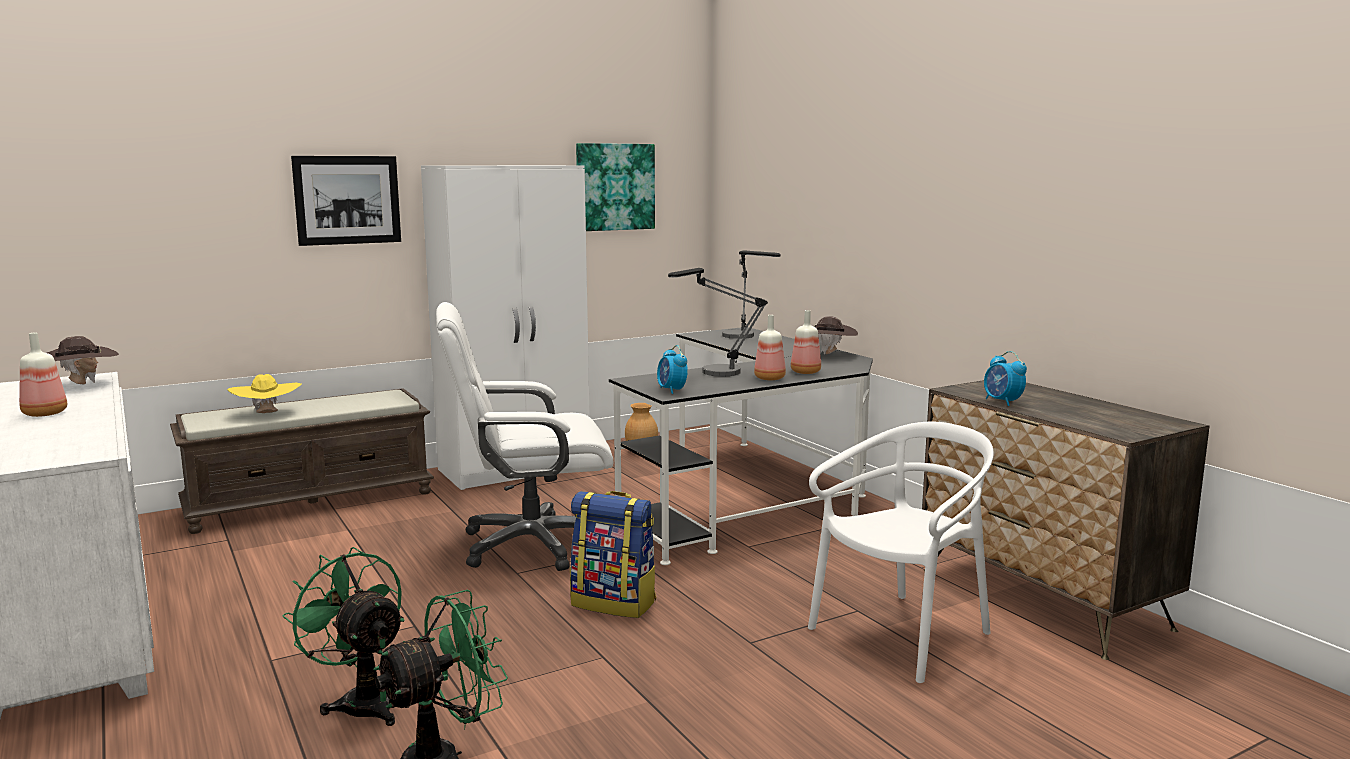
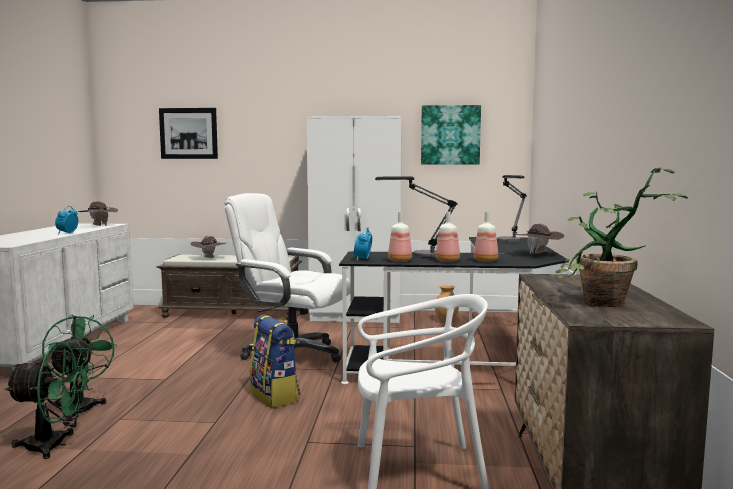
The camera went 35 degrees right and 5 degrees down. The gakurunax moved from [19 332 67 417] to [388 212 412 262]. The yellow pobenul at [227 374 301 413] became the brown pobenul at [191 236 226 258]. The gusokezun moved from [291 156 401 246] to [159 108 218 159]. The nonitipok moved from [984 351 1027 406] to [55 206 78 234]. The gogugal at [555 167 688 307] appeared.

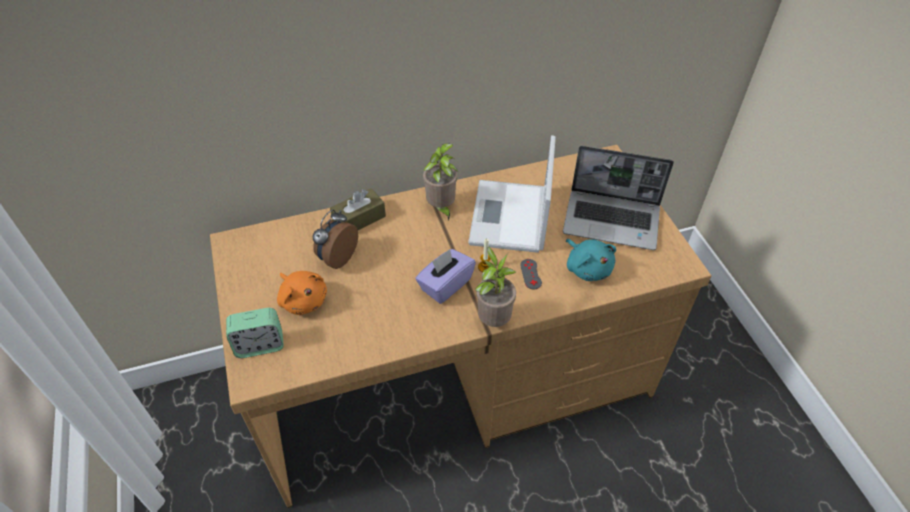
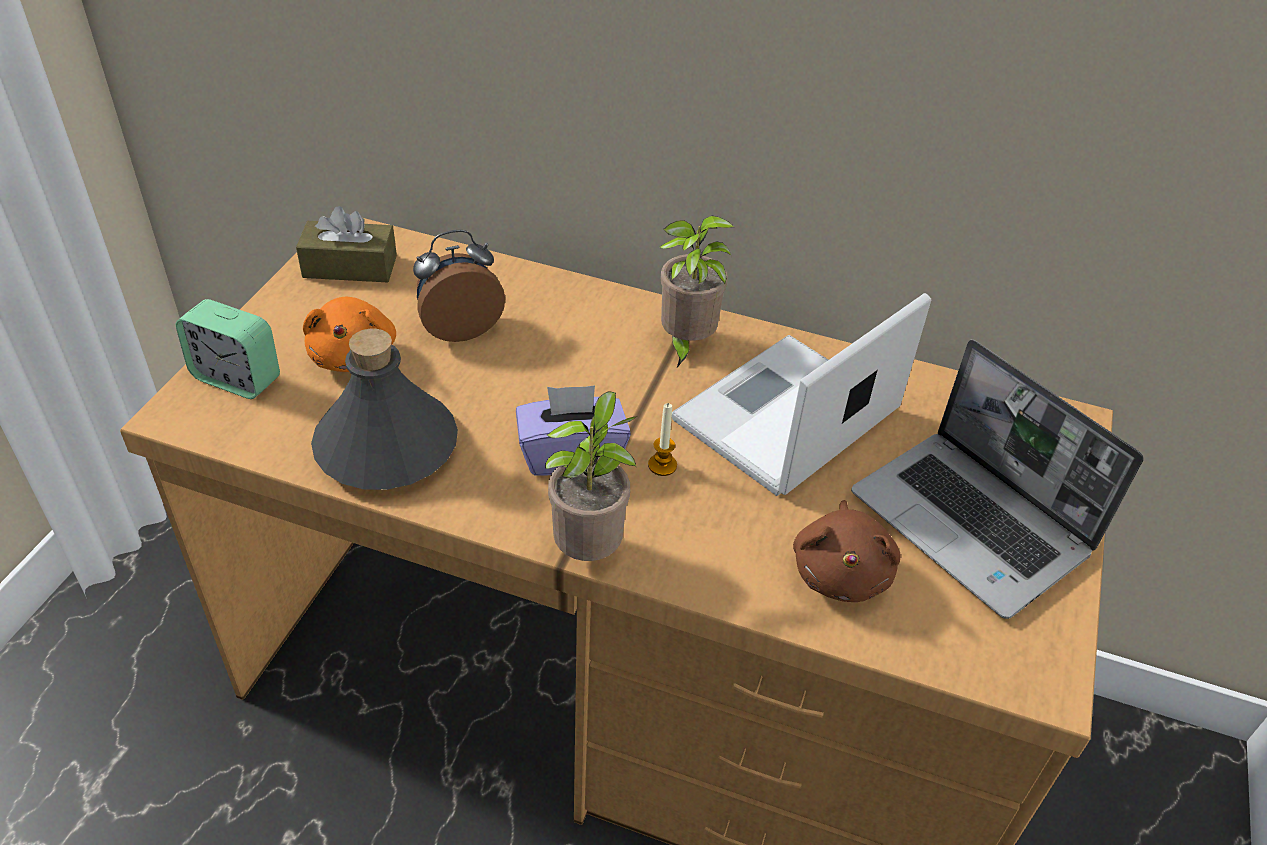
The camera went 35 degrees right and 5 degrees down. The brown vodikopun moved from [330 188 386 230] to [296 206 397 283]. The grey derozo at [520 259 542 289] disappeared. The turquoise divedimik at [566 239 616 281] became the brown divedimik at [793 500 901 602]. The grey gakurunax at [311 329 458 490] appeared.

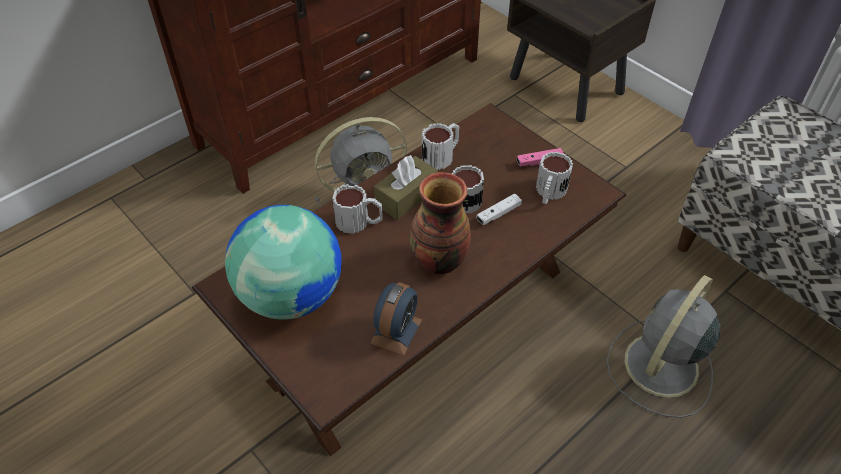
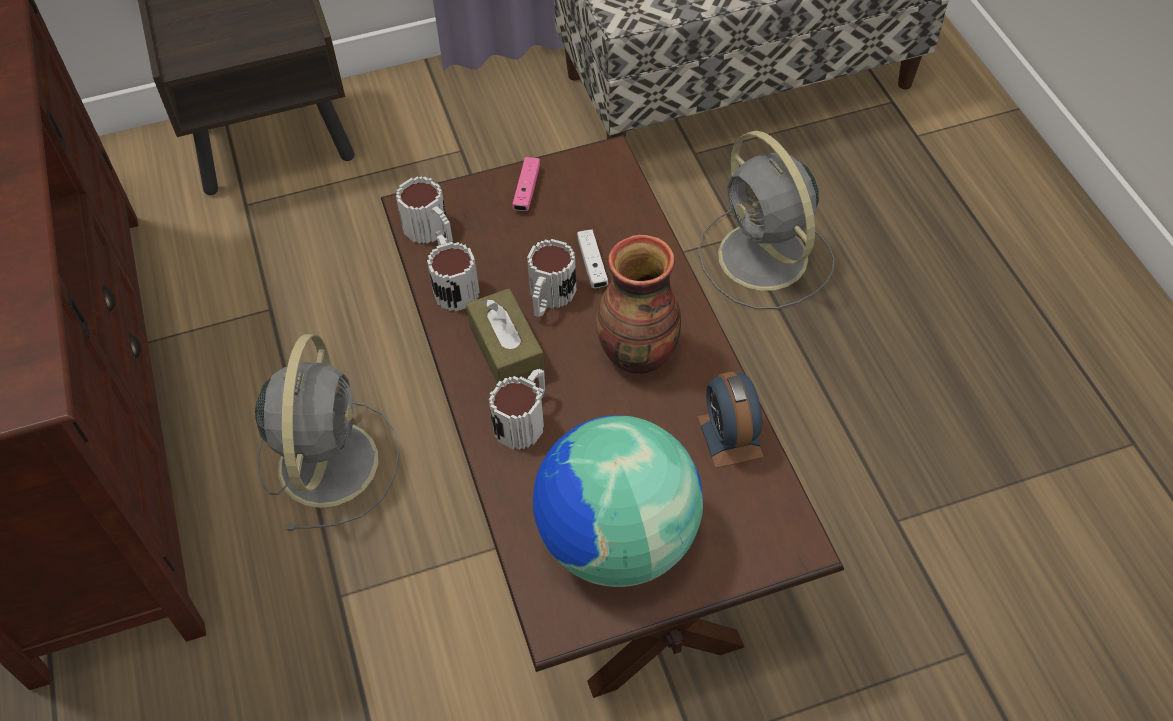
The camera went 65 degrees left and 5 degrees up. The nonitipok at [370 282 422 356] turned 150 degrees counterclockwise. The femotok moved from [536 151 573 204] to [396 176 453 244].

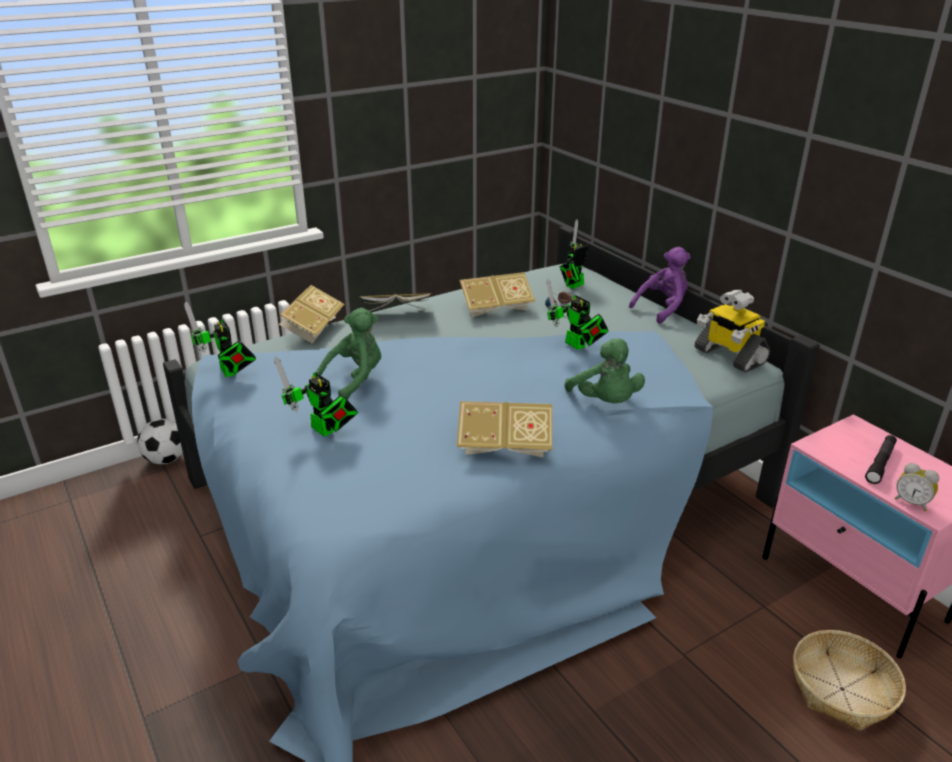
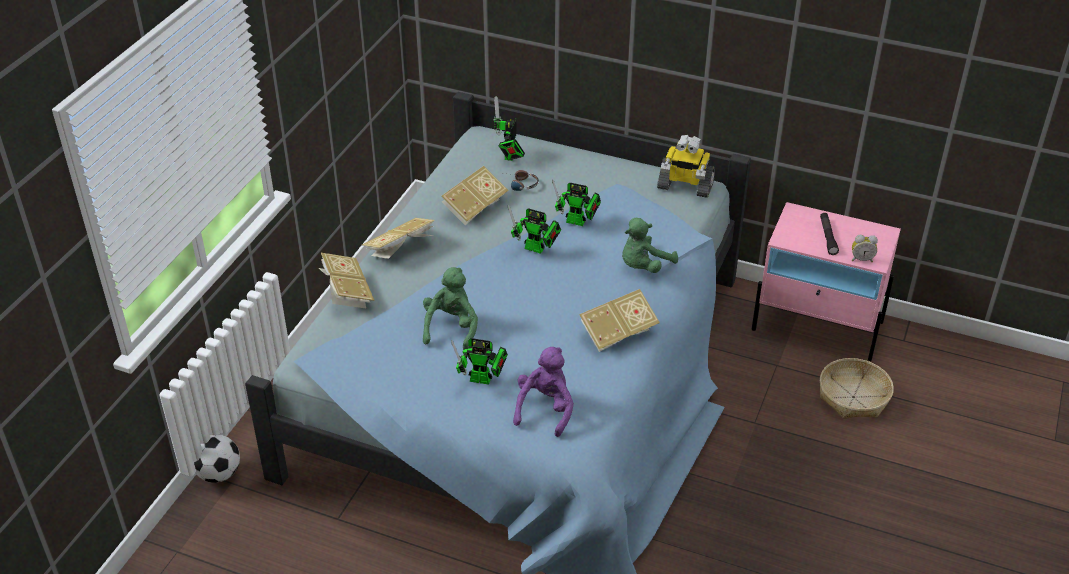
The camera went 35 degrees left and 10 degrees up. The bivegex moved from [184 301 256 377] to [508 205 561 254]. The green divedimik at [564 338 645 403] turned 105 degrees clockwise. The purple divedimik moved from [629 247 691 324] to [513 347 574 437].

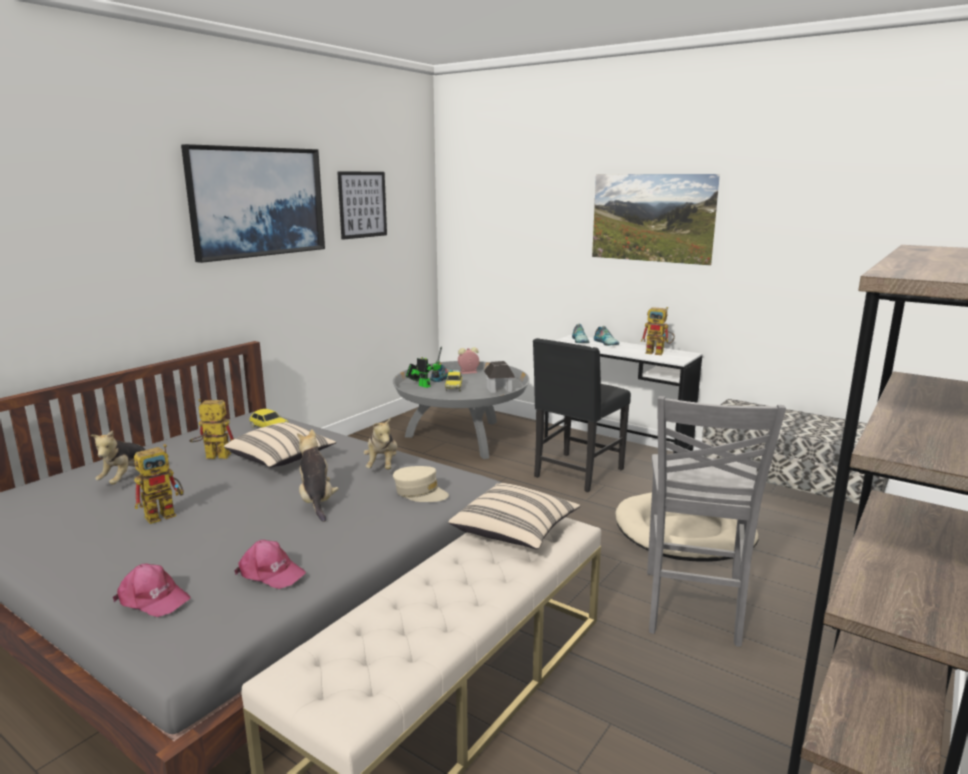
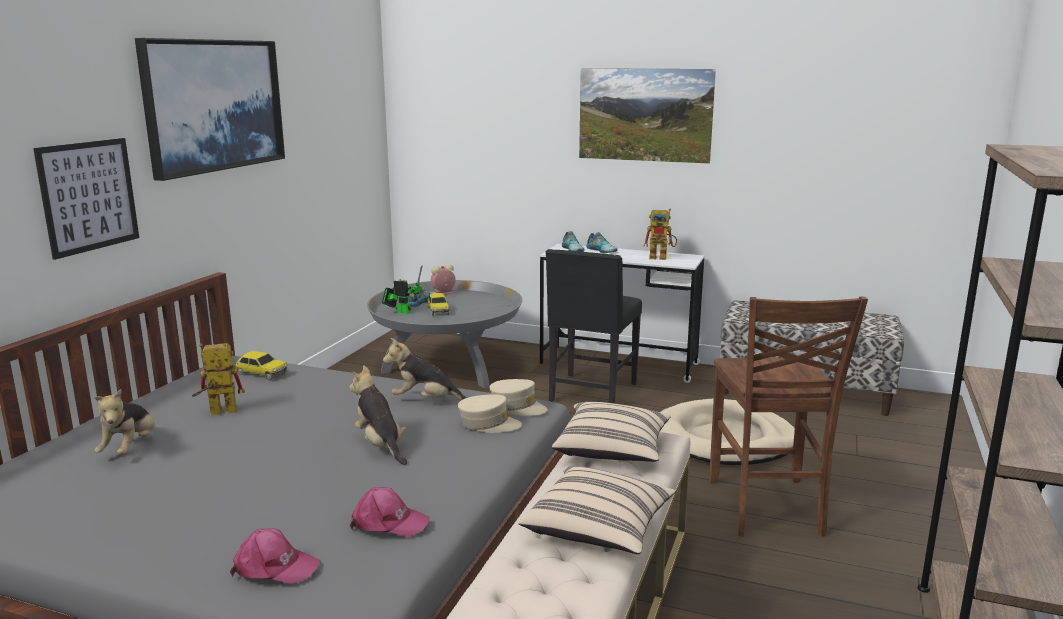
The camera went 15 degrees left and 0 degrees up. The bivegex at [134 444 184 524] disappeared. The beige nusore moved from [224 422 336 468] to [518 466 675 554]. The gusokezun moved from [337 171 387 240] to [33 138 139 260]. The divedimik at [364 418 397 469] turned 120 degrees clockwise. The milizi at [484 361 516 393] disappeared. The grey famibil at [647 396 786 647] became the brown famibil at [709 296 868 537]. The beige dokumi at [490 379 548 416] appeared.

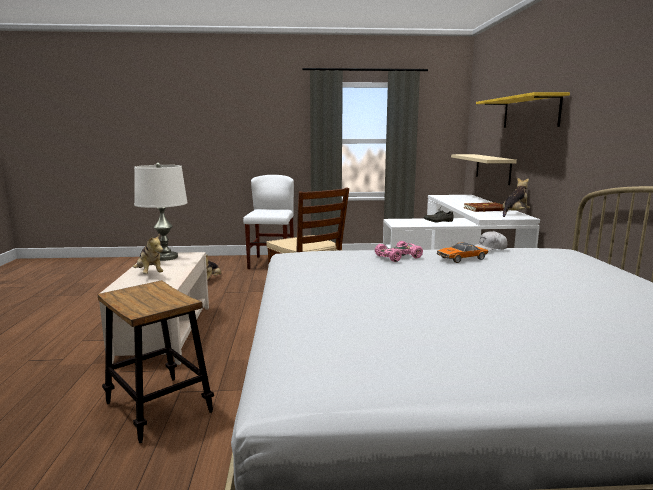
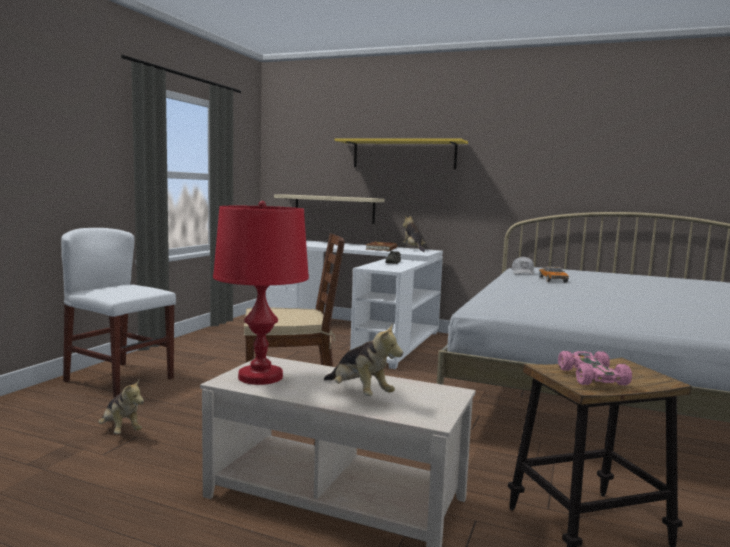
The camera went 65 degrees left and 5 degrees down. The divedimik at [133 234 163 274] turned 60 degrees clockwise. The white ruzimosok at [134 163 188 261] became the red ruzimosok at [213 201 309 385]. The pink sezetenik moved from [375 241 423 262] to [558 351 632 385].

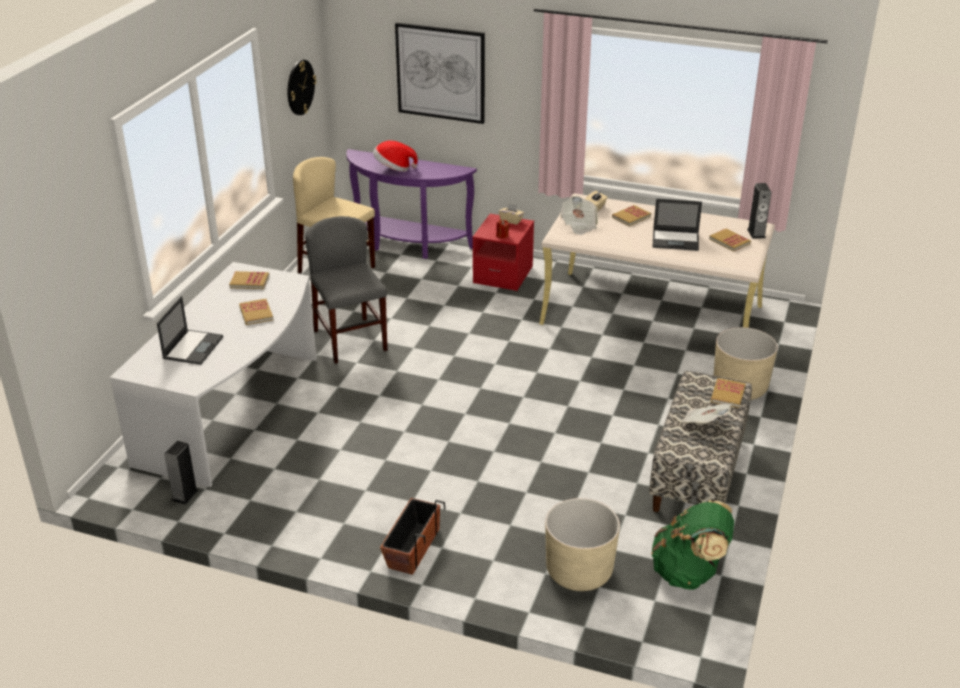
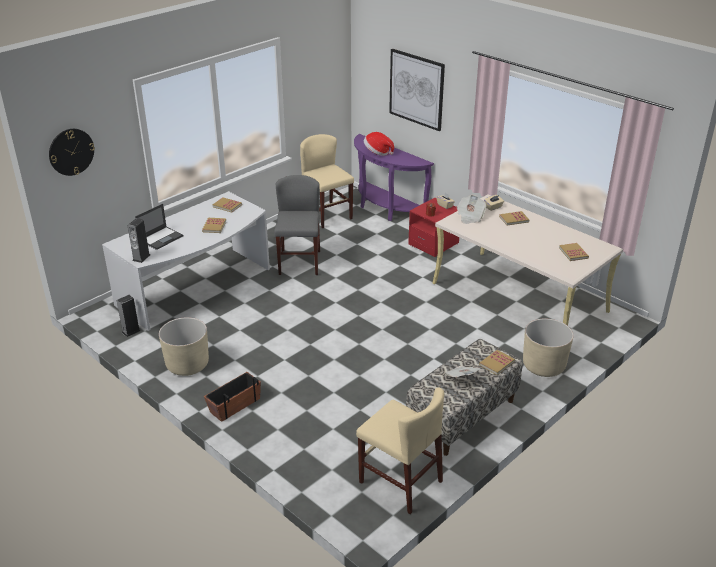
The camera went 25 degrees right and 0 degrees up. The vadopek moved from [288 60 316 115] to [49 129 95 176]. The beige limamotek moved from [545 498 620 591] to [159 317 209 376]. The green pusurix at [651 500 734 590] was replaced by the beige famibil at [356 388 444 514]. The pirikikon at [653 199 702 251] disappeared. The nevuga moved from [747 183 772 239] to [127 218 150 263].

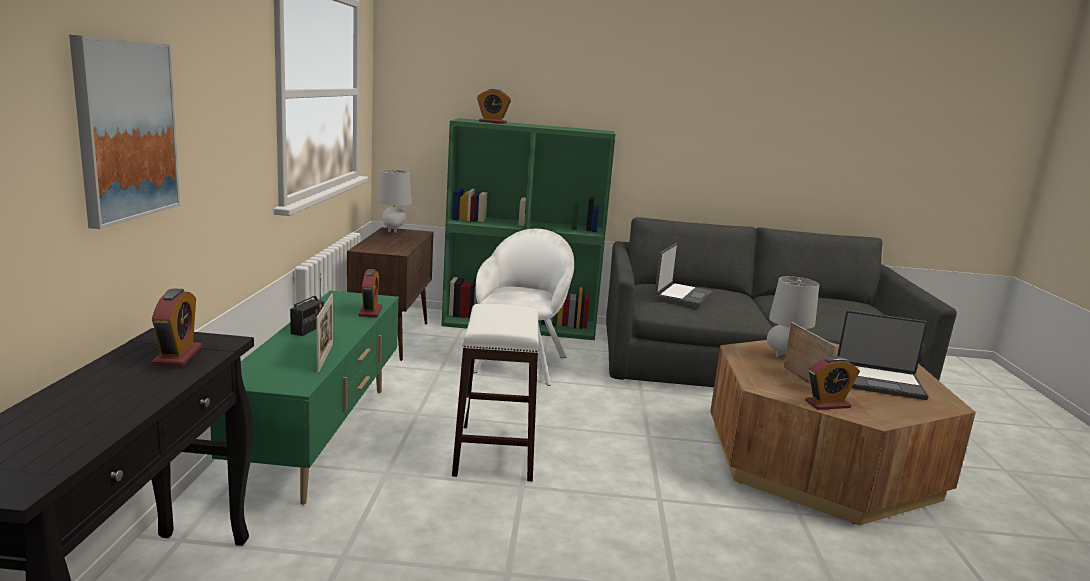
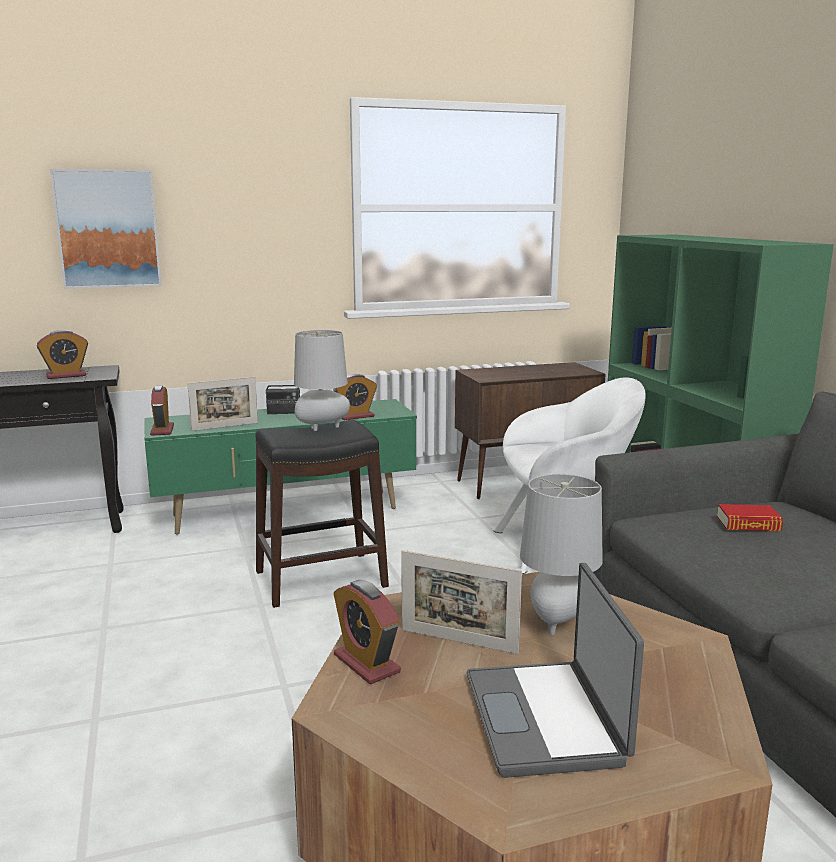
The camera went 70 degrees right and 0 degrees up. The grey ruzimosok moved from [378 169 411 233] to [294 330 350 431]. The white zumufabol at [452 304 539 481] became the black zumufabol at [255 420 389 608]. The nonitipok moved from [477 89 511 124] to [150 385 174 436]. The pirikikon at [655 243 713 307] was replaced by the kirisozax at [717 504 783 531]. The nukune at [783 322 836 385] turned 60 degrees clockwise.

